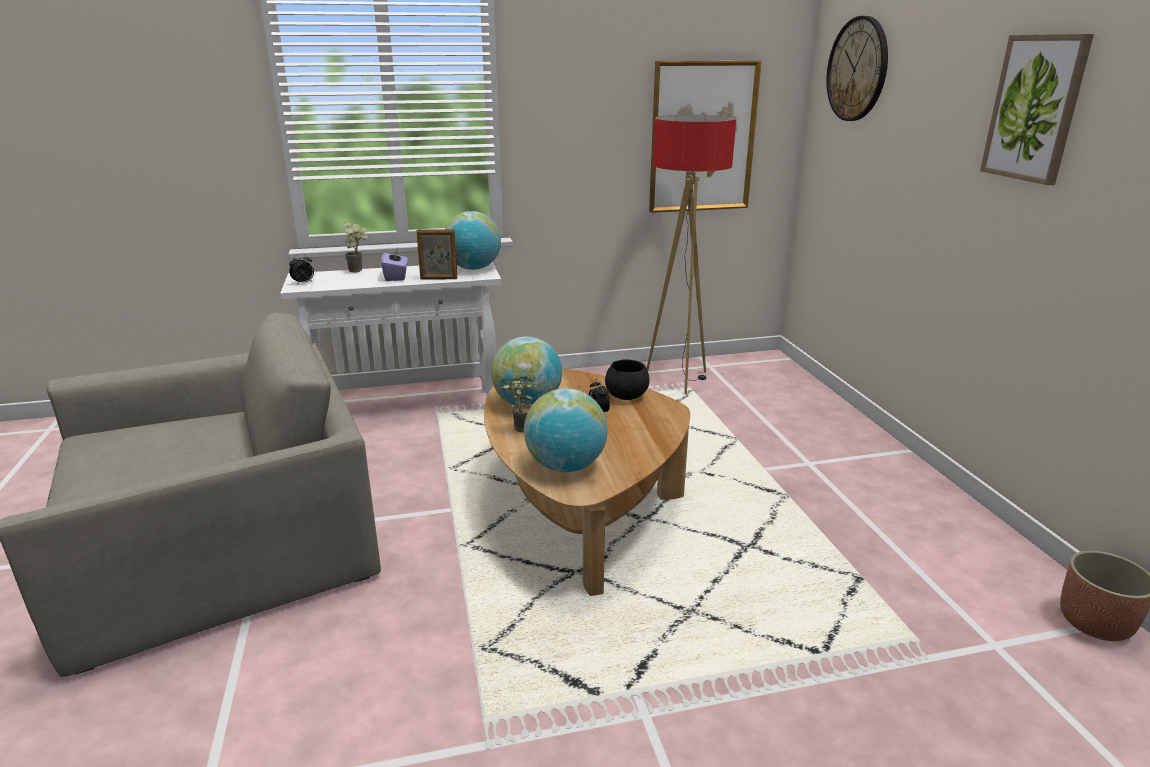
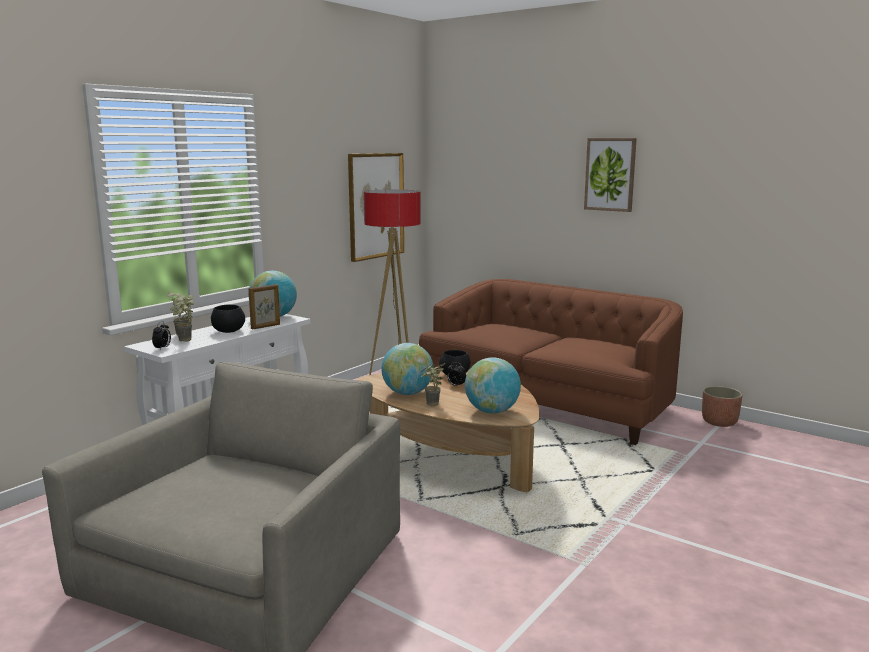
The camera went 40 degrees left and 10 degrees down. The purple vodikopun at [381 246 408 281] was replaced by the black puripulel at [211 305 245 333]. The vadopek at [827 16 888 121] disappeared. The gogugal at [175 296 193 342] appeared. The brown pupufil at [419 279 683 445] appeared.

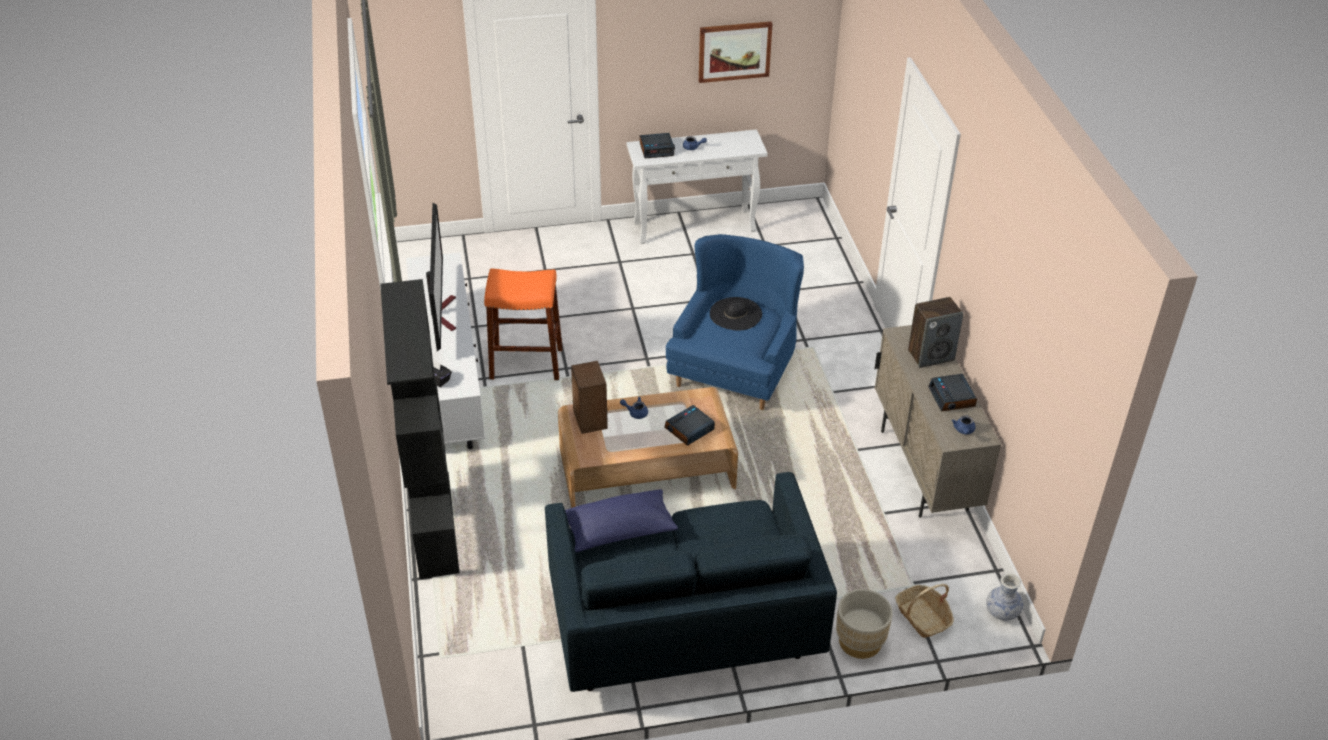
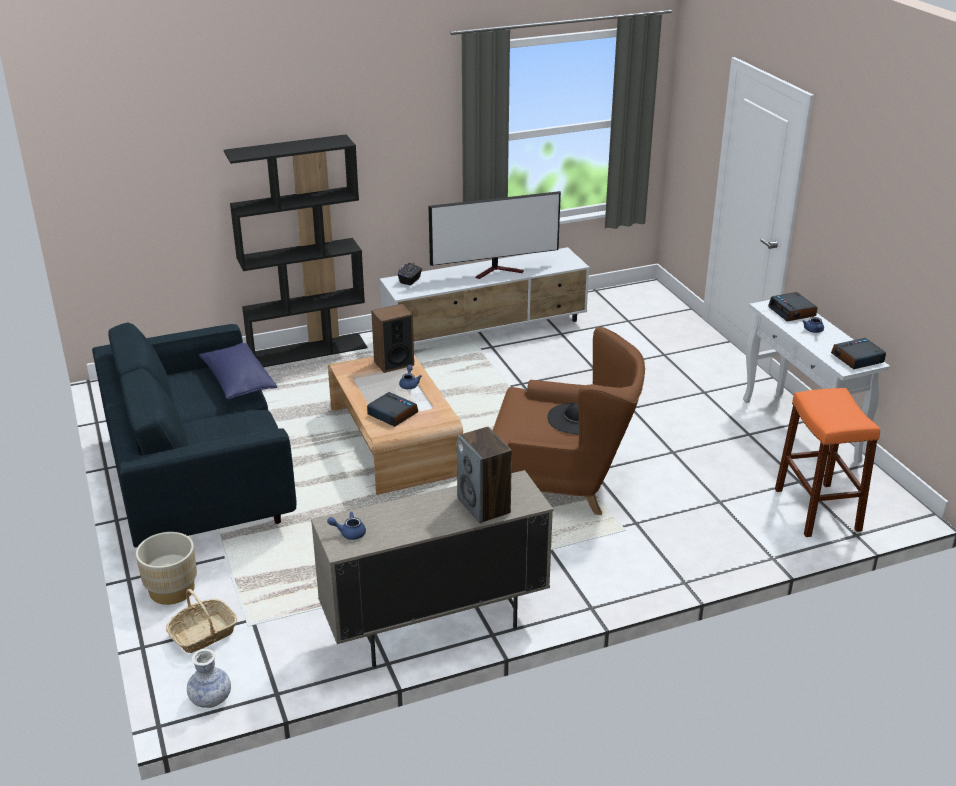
The camera went 80 degrees right and 10 degrees down. The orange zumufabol moved from [484 268 563 380] to [775 388 880 537]. The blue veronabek at [666 234 804 410] became the brown veronabek at [492 327 645 515]. The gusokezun at [699 21 773 83] disappeared. The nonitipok moved from [928 374 977 412] to [831 338 886 369].

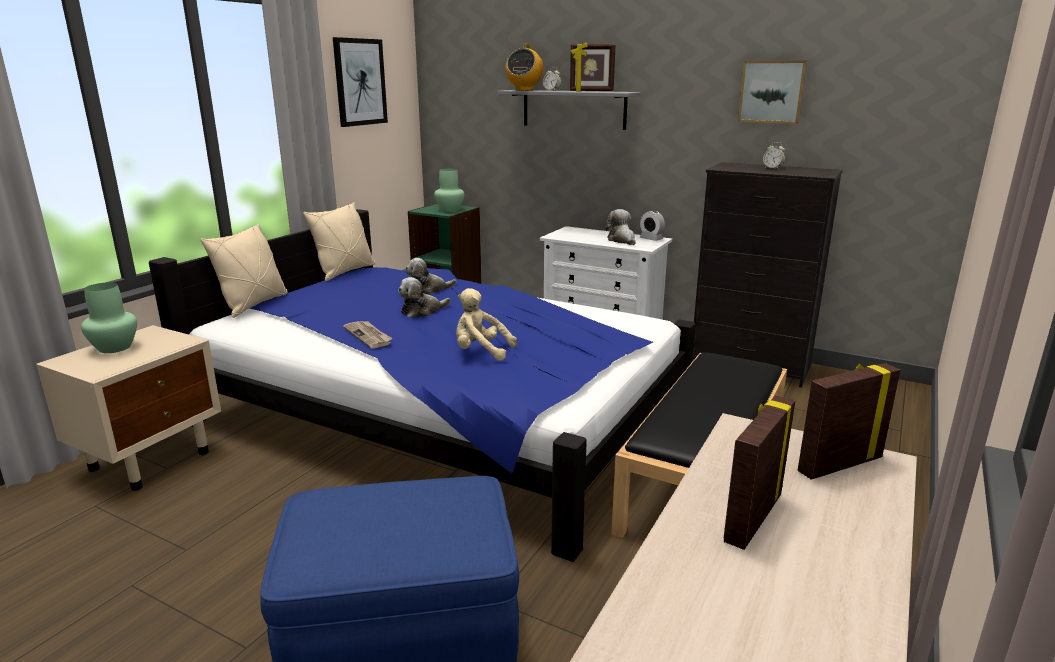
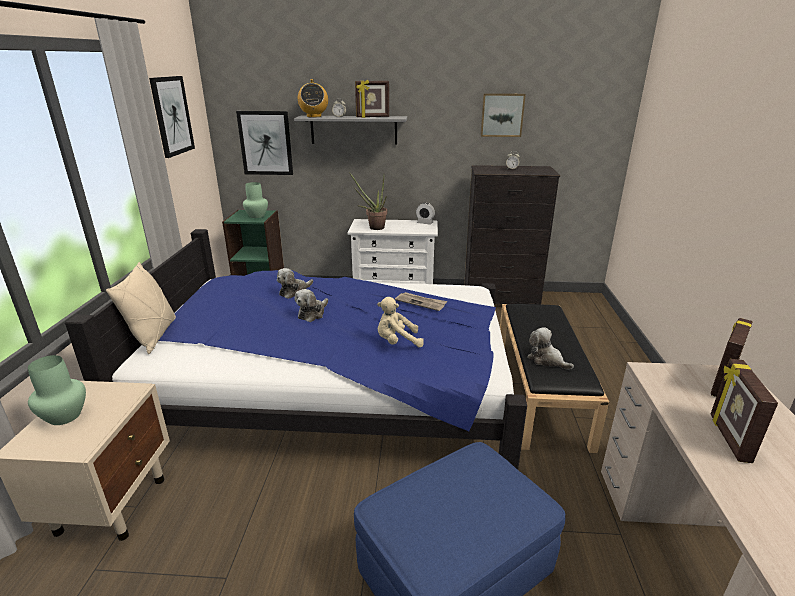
The camera went 25 degrees left and 5 degrees up. The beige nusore at [303 202 375 281] disappeared. The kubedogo moved from [343 321 393 349] to [395 292 447 311]. The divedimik moved from [606 209 636 245] to [528 327 574 370]. The gusokezun at [236 111 293 175] appeared. The gogugal at [349 172 388 230] appeared.

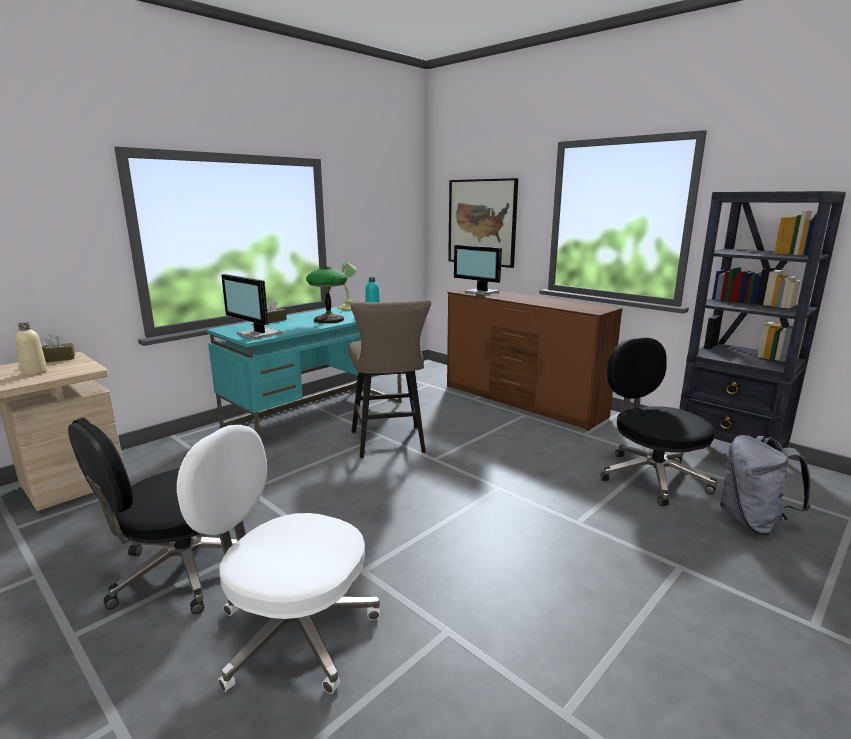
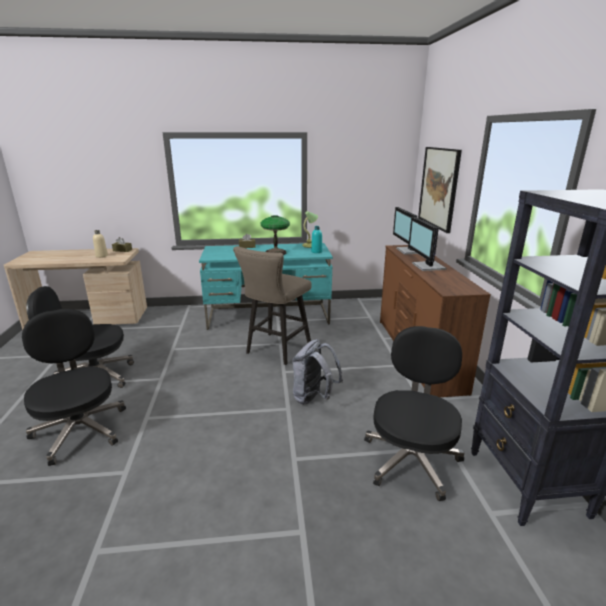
The camera went 40 degrees right and 5 degrees up. The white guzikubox at [177 425 380 694] became the black guzikubox at [22 309 126 466]. The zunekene moved from [221 274 283 340] to [408 217 446 271]. The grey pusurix moved from [720 435 811 536] to [292 339 343 404].

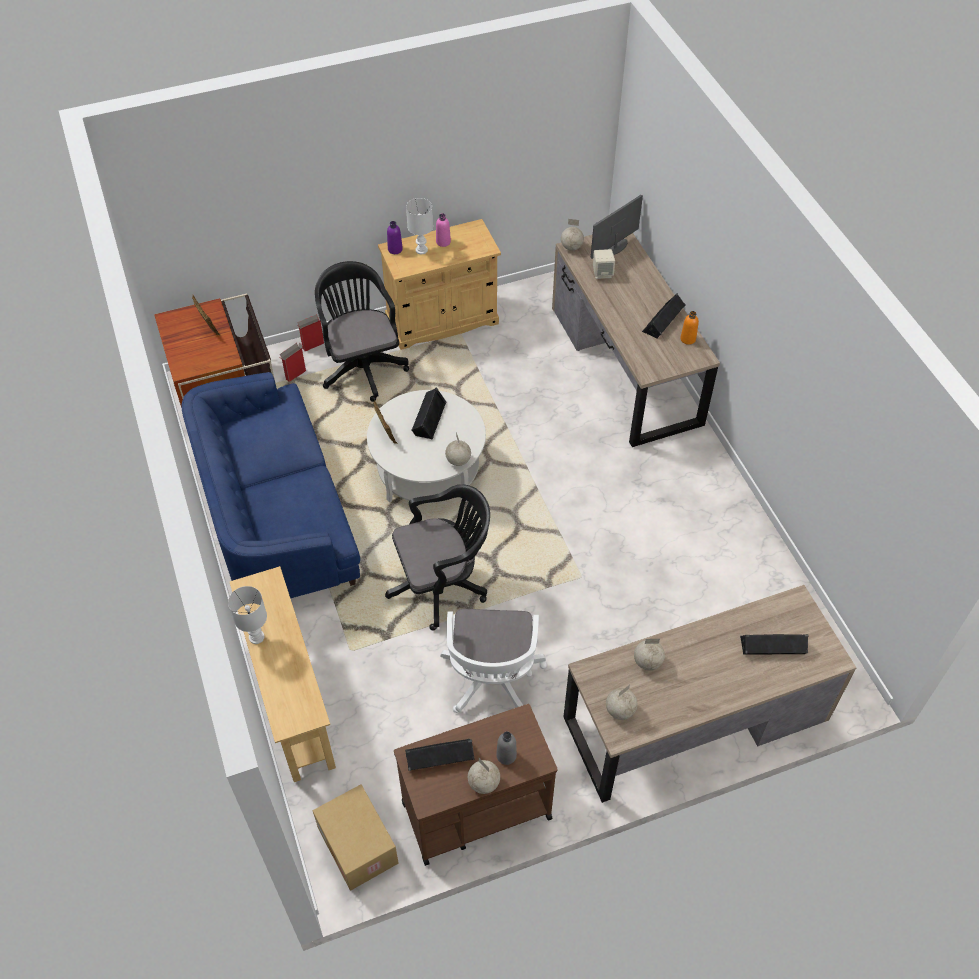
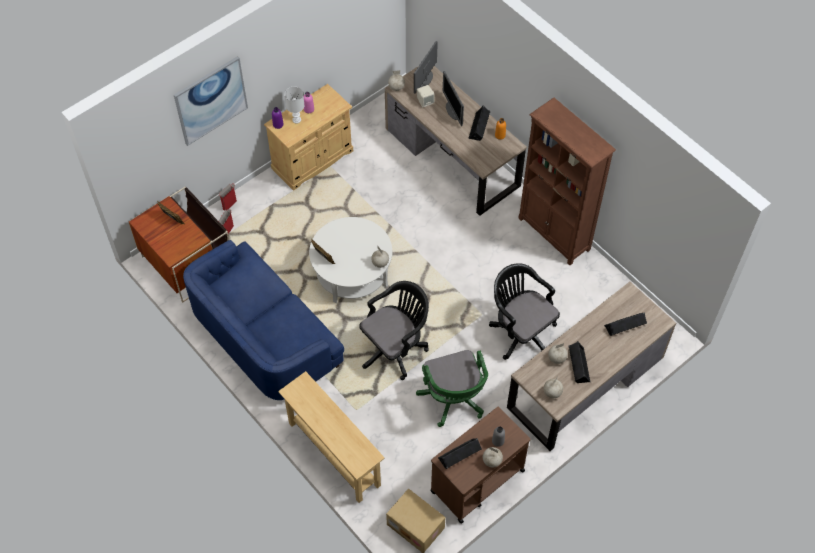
The camera went 20 degrees left and 5 degrees up. The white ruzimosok at [228 586 267 644] disappeared. The black guzikubox moved from [315 261 409 402] to [489 263 560 360]. The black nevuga moved from [412 387 447 439] to [568 341 590 383]. The white guzikubox at [440 609 547 713] became the green guzikubox at [416 350 488 427]. The gusokezun at [174 56 248 146] appeared. The zunekene at [442 71 464 126] appeared. The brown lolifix at [518 98 616 265] appeared.

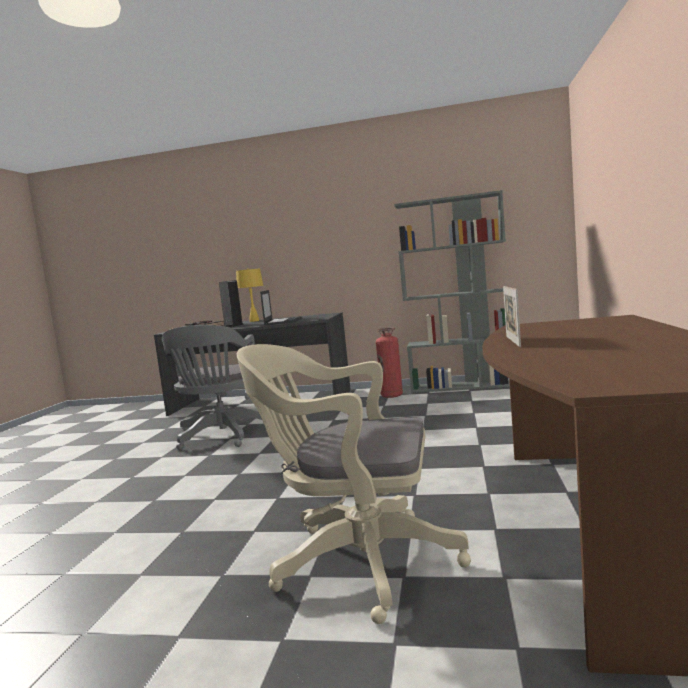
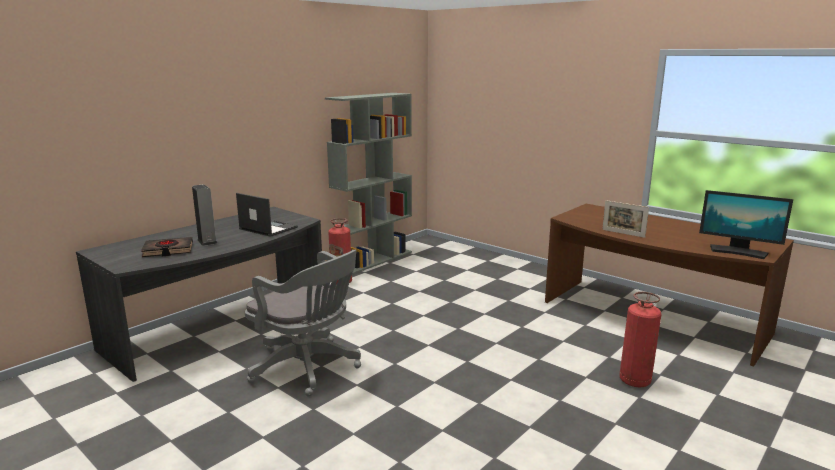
The camera went 60 degrees left and 10 degrees up. The yellow ruzimosok at [236 268 264 322] disappeared. The beige guzikubox at [237 344 471 624] was replaced by the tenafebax at [619 292 661 387]. The zunekene at [699 190 793 259] appeared.

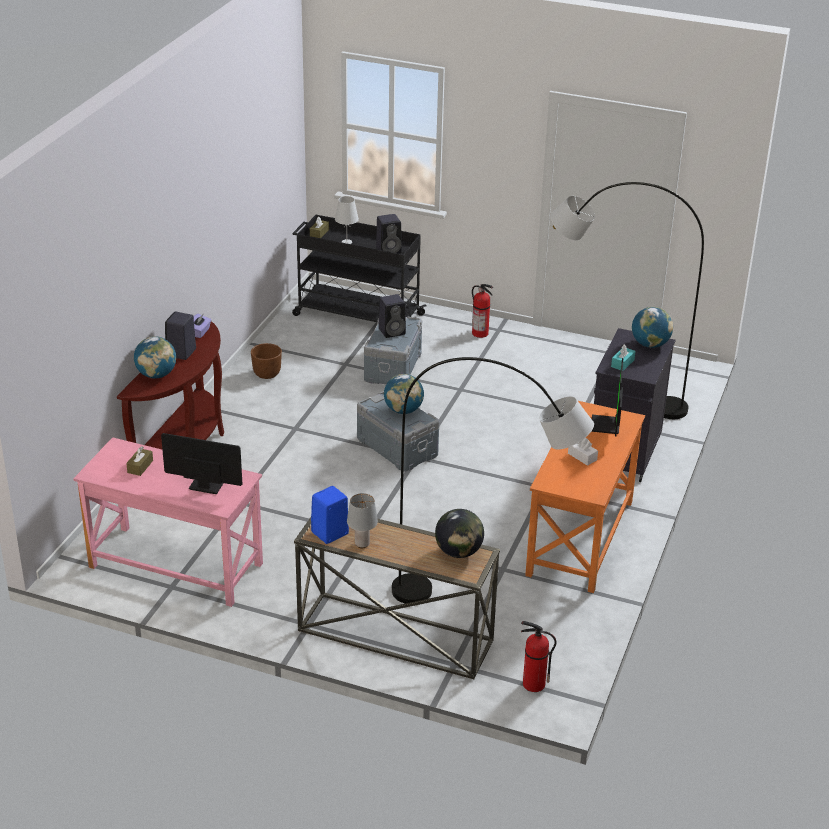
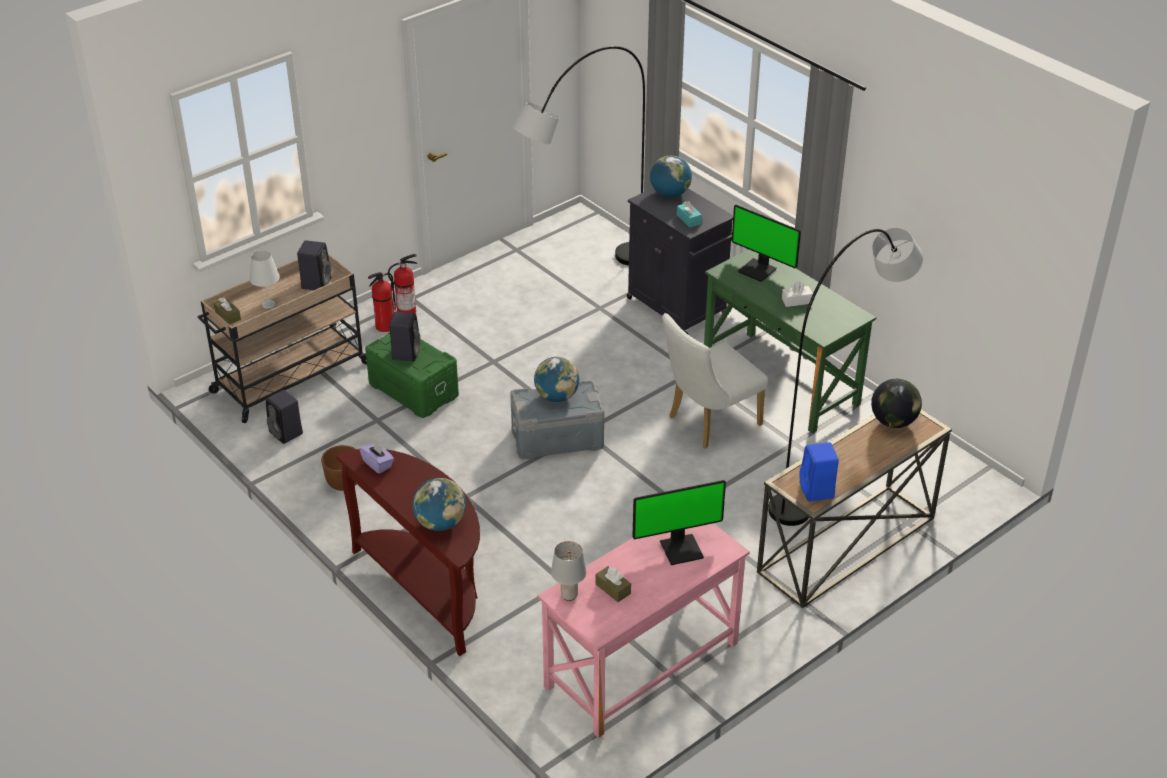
The camera went 60 degrees left and 5 degrees up. The zunekene at [161 433 242 494] turned 150 degrees counterclockwise. The black nevuga moved from [165 311 196 360] to [266 390 303 444]. The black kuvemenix at [292 215 427 322] became the beige kuvemenix at [197 254 367 423]. The grey ruzimosok moved from [347 493 378 548] to [551 541 586 601]. The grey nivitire at [364 316 422 384] became the green nivitire at [365 332 459 418]. The tenafebax moved from [521 621 557 692] to [368 272 394 332]. The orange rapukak at [525 401 645 593] became the green rapukak at [704 249 876 434]. The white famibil at [662 313 768 449] appeared.

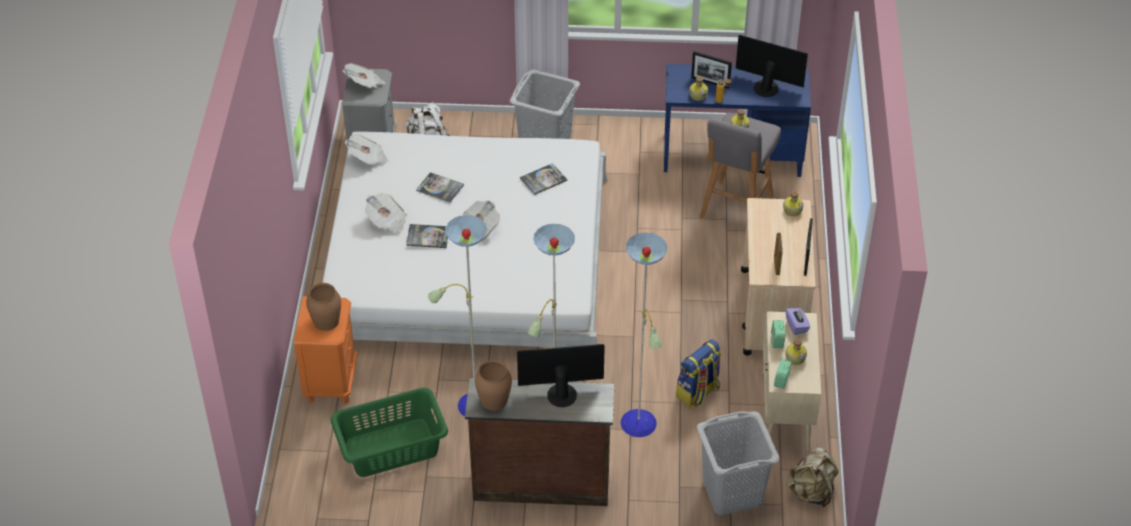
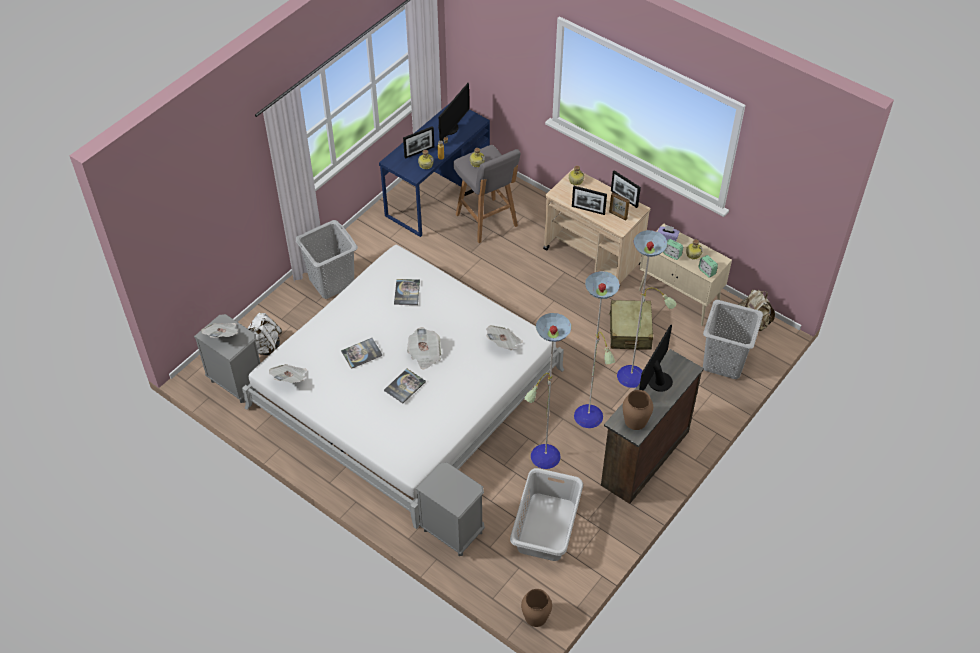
The camera went 55 degrees left and 5 degrees up. The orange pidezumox at [294 296 357 404] became the grey pidezumox at [416 462 485 556]. The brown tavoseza moved from [306 283 341 331] to [521 589 552 627]. The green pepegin at [331 388 448 477] became the grey pepegin at [510 468 583 561]. The kubedogo moved from [365 193 407 233] to [486 325 523 350]. The pusurix at [676 339 722 409] was replaced by the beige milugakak at [609 300 653 350]. The zunekene at [736 35 808 97] turned 150 degrees clockwise. The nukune at [572 186 607 215] appeared.

